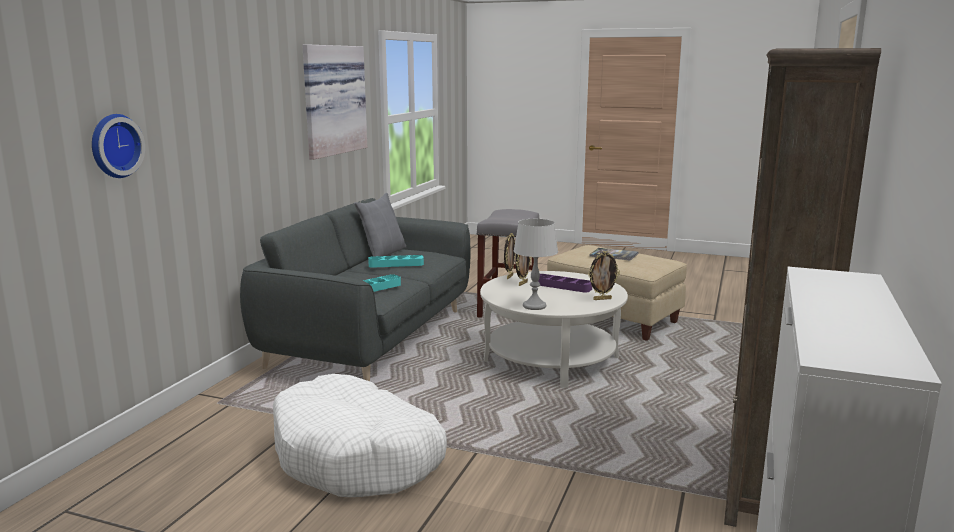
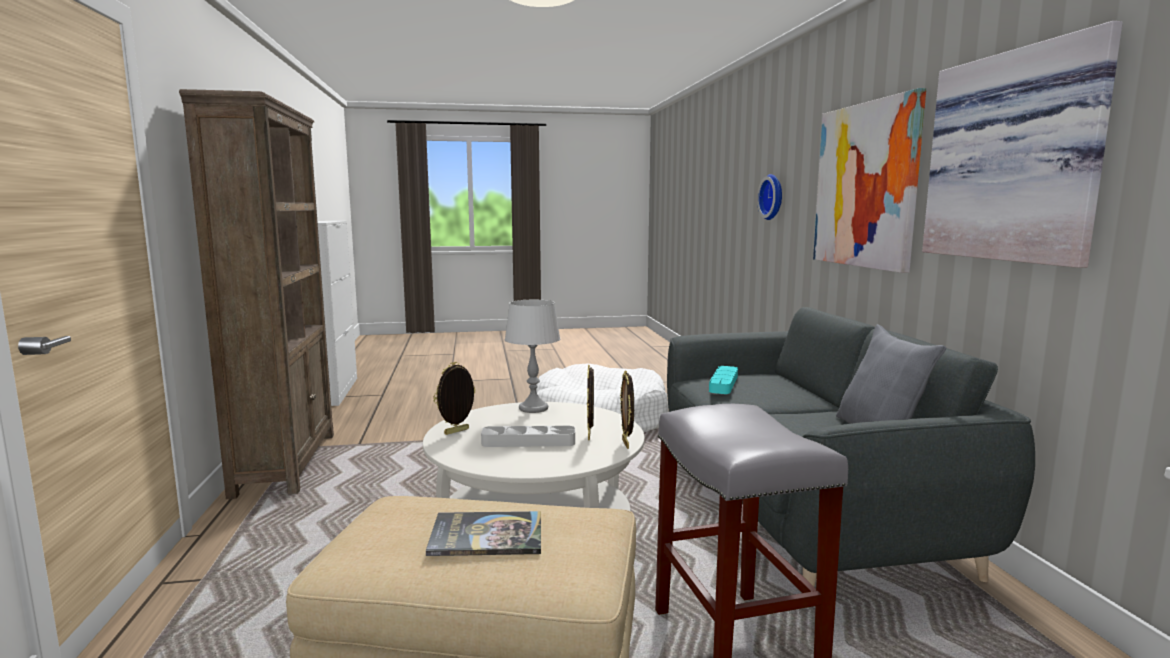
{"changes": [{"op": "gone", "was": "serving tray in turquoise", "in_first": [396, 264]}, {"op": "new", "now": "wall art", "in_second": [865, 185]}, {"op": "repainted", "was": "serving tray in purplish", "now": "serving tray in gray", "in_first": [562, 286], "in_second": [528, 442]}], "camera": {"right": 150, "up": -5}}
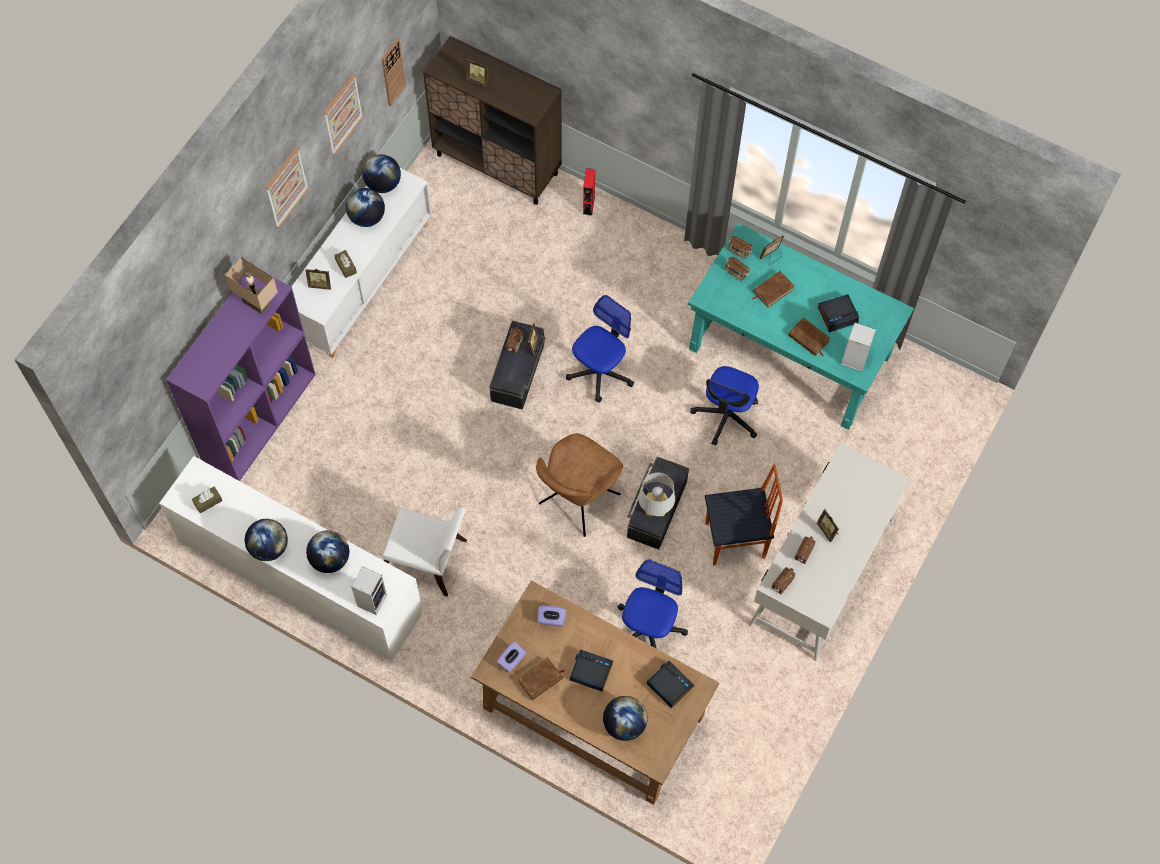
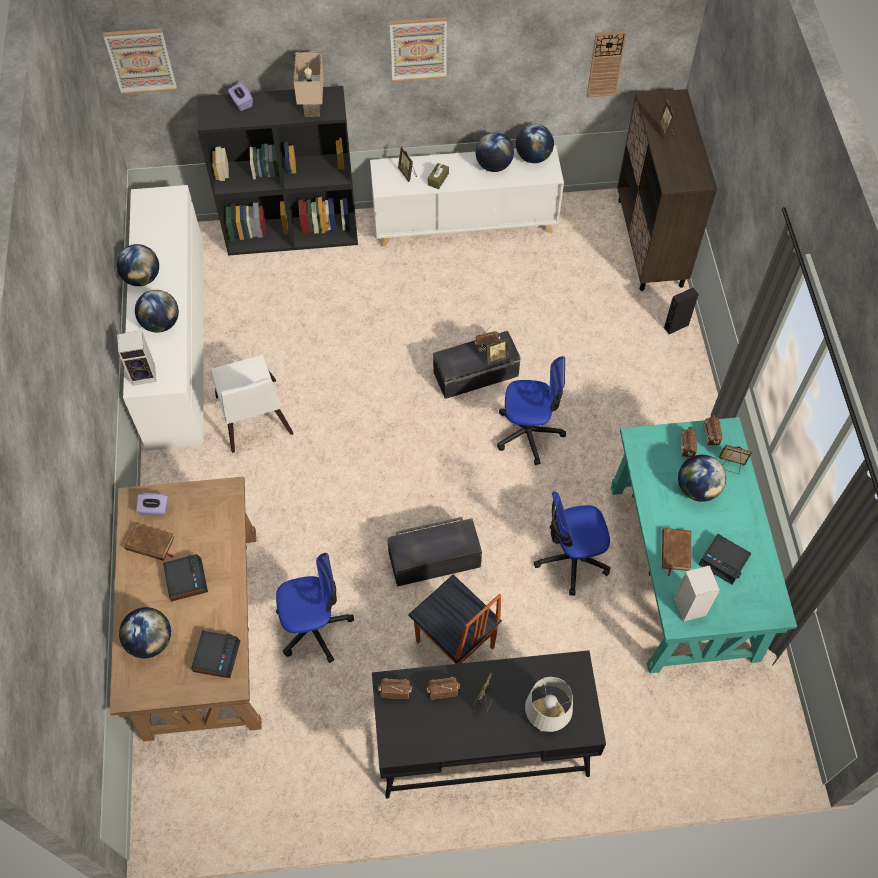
{"changes": [{"op": "gone", "was": "box of tissues in brown", "in_first": [208, 502]}, {"op": "gone", "was": "chair in brown", "in_first": [577, 501]}, {"op": "shifted", "was": "wall art", "in_first": [342, 113], "in_second": [141, 60]}, {"op": "shifted", "was": "box of tissues in purplish", "in_first": [551, 619], "in_second": [241, 103]}, {"op": "shifted", "was": "lamp for a table in gray", "in_first": [655, 508], "in_second": [546, 718]}, {"op": "swapped", "was": "volume in brown", "now": "globe", "in_first": [773, 290], "in_second": [697, 489]}, {"op": "repainted", "was": "bookcase in purplish", "now": "bookcase in blackish", "in_first": [259, 416], "in_second": [293, 233]}, {"op": "repainted", "was": "speaker in red", "now": "speaker in blackish", "in_first": [588, 205], "in_second": [676, 326]}, {"op": "repainted", "was": "desk unit in white", "now": "desk unit in blackish", "in_first": [821, 571], "in_second": [482, 742]}], "camera": {"right": 55, "up": -5}}
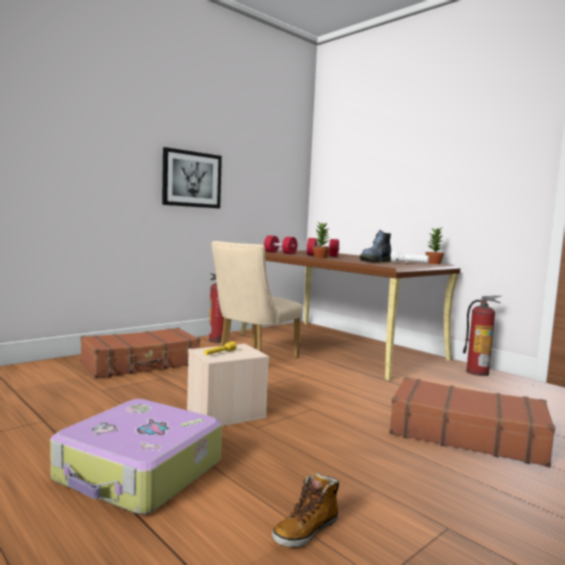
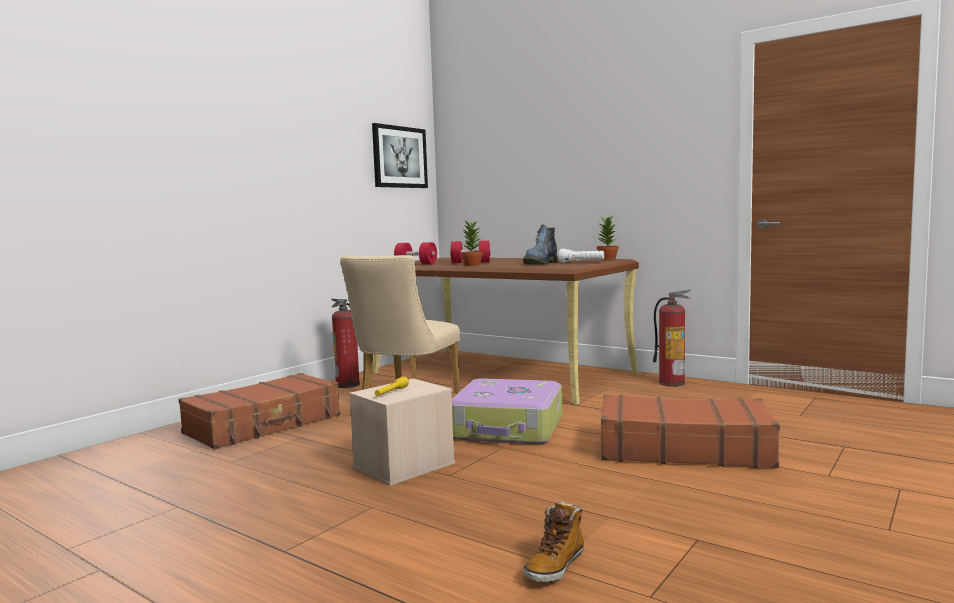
{"changes": [{"op": "shifted", "was": "piece of luggage", "in_first": [139, 472], "in_second": [508, 428]}, {"op": "shifted", "was": "wall art", "in_first": [192, 179], "in_second": [399, 157]}], "camera": {"right": -10, "up": 0}}
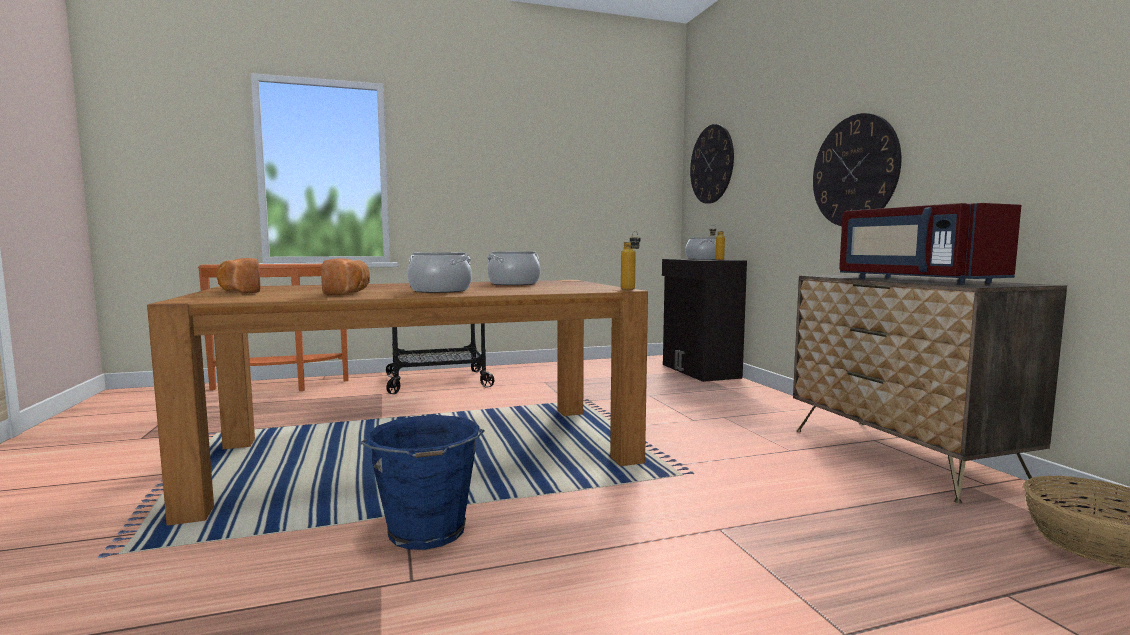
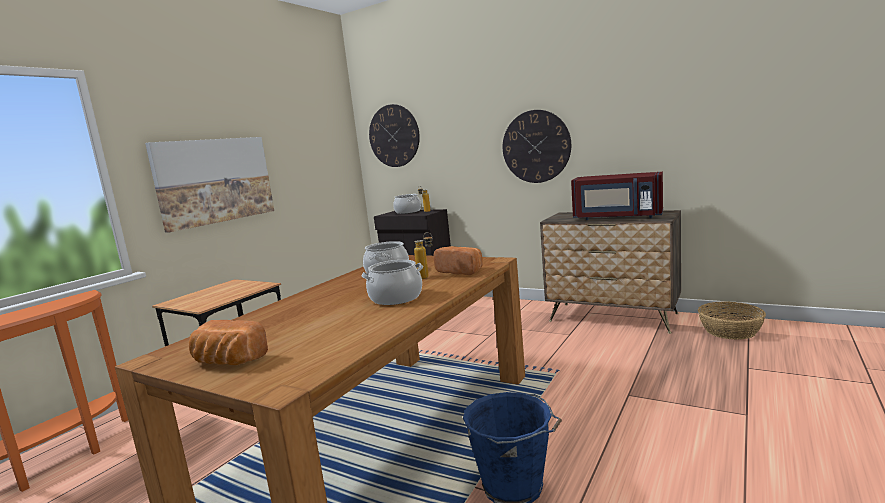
{"changes": [{"op": "new", "now": "wall art", "in_second": [215, 181]}, {"op": "shifted", "was": "baked bread", "in_first": [349, 293], "in_second": [461, 271]}, {"op": "shifted", "was": "beverage bottle", "in_first": [630, 289], "in_second": [427, 278]}], "camera": {"right": -40, "up": 5}}
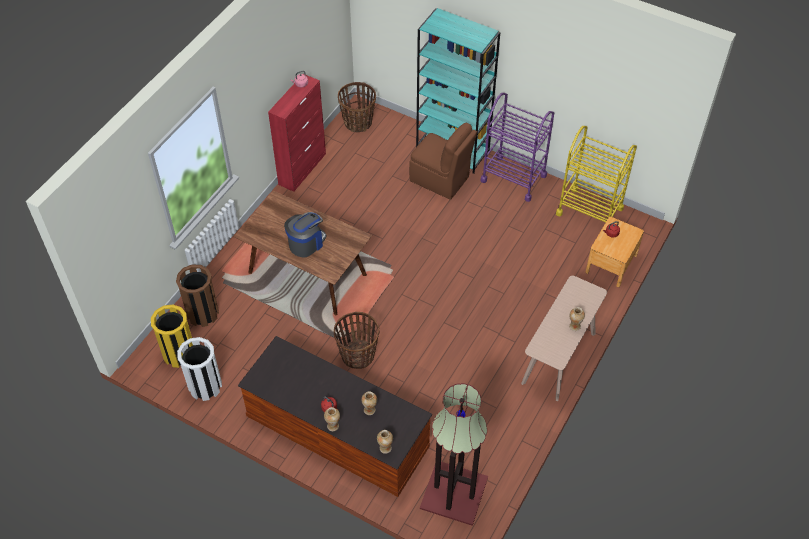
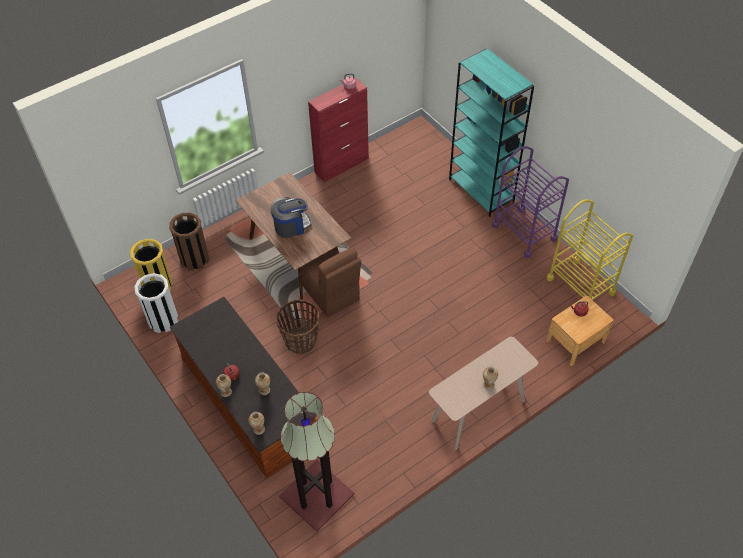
{"changes": [{"op": "gone", "was": "basket", "in_first": [358, 122]}, {"op": "shifted", "was": "chair in brown", "in_first": [440, 179], "in_second": [331, 293]}], "camera": {"right": 25, "up": 0}}
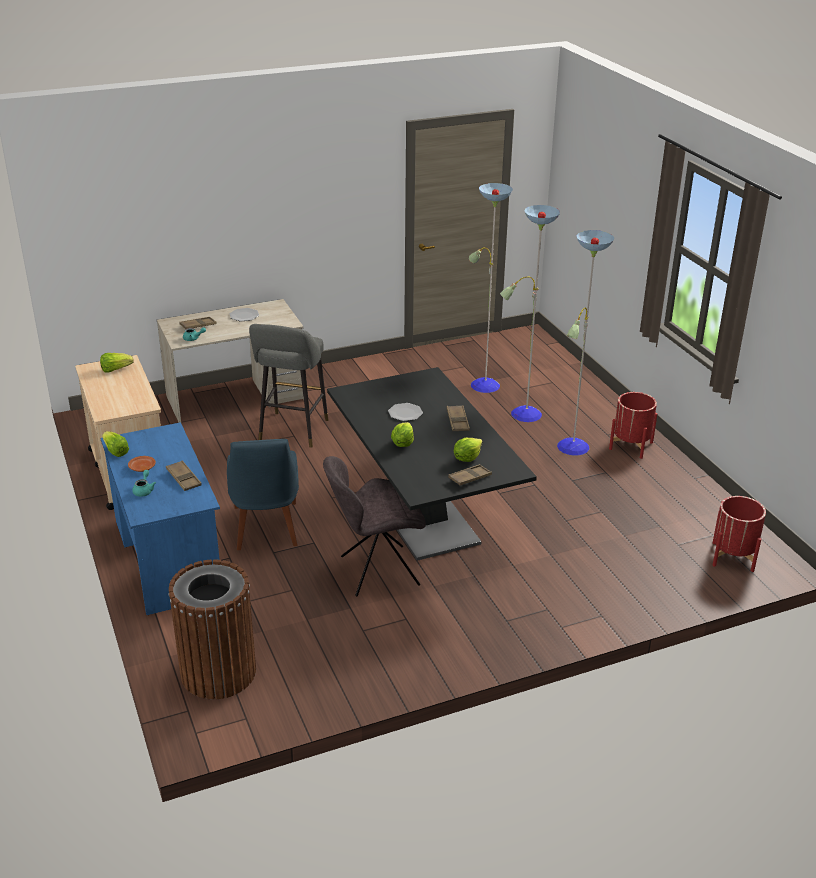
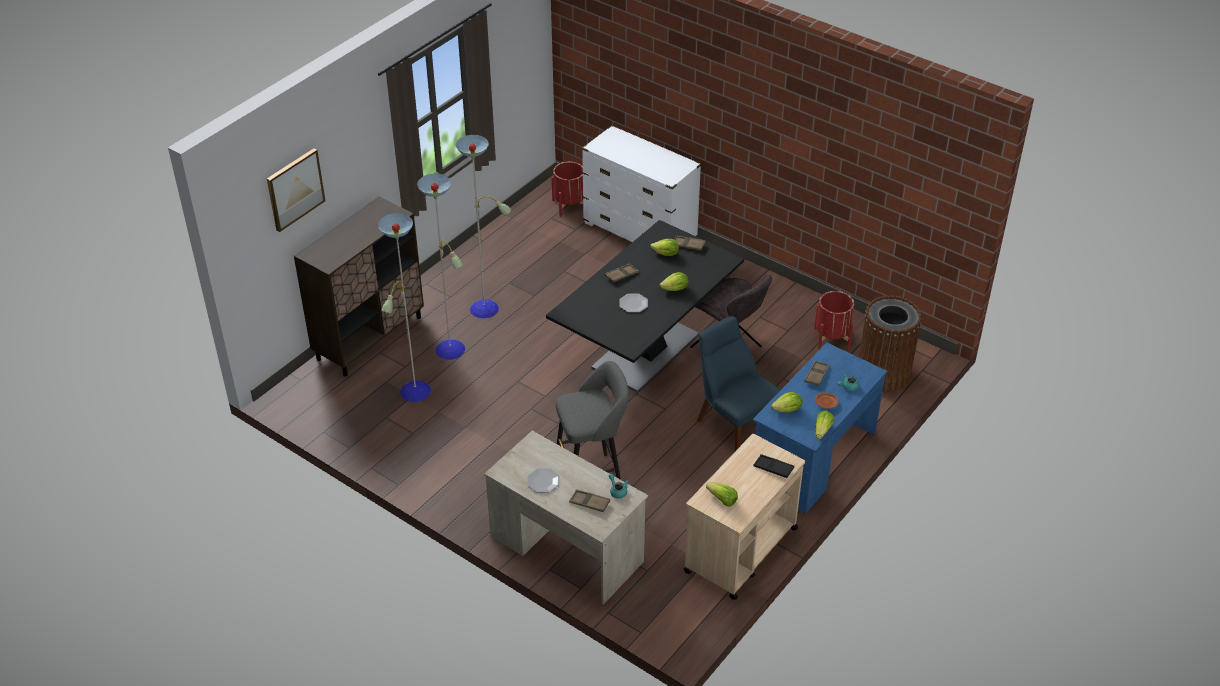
{"changes": [{"op": "new", "now": "wall art", "in_second": [295, 189]}, {"op": "new", "now": "cupboard in brown", "in_second": [370, 338]}, {"op": "new", "now": "chest of drawers in white", "in_second": [640, 232]}, {"op": "new", "now": "serving tray in blackish", "in_second": [773, 468]}, {"op": "new", "now": "lettuce head", "in_second": [787, 410]}, {"op": "shifted", "was": "plant pot in red", "in_first": [631, 446], "in_second": [831, 338]}, {"op": "rotated", "was": "chair in blue", "in_first": [266, 528], "in_second": [734, 425], "clockwise": -90}], "camera": {"right": -120, "up": 10}}
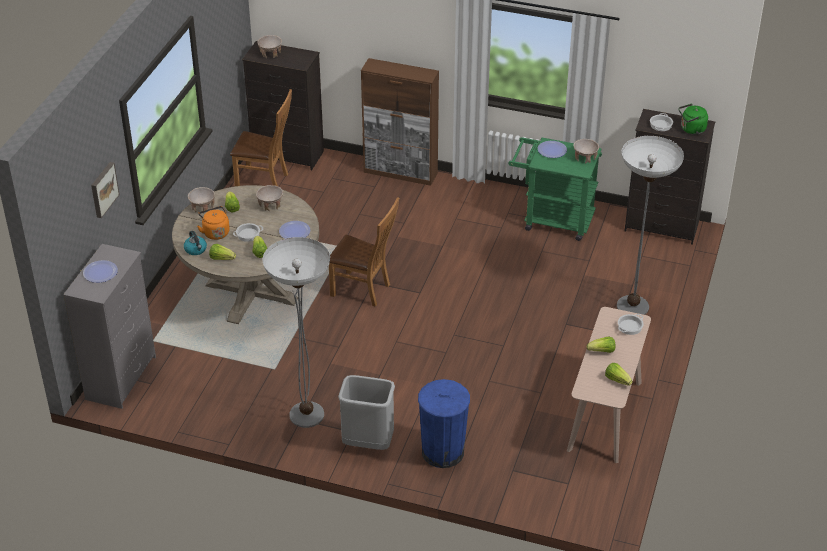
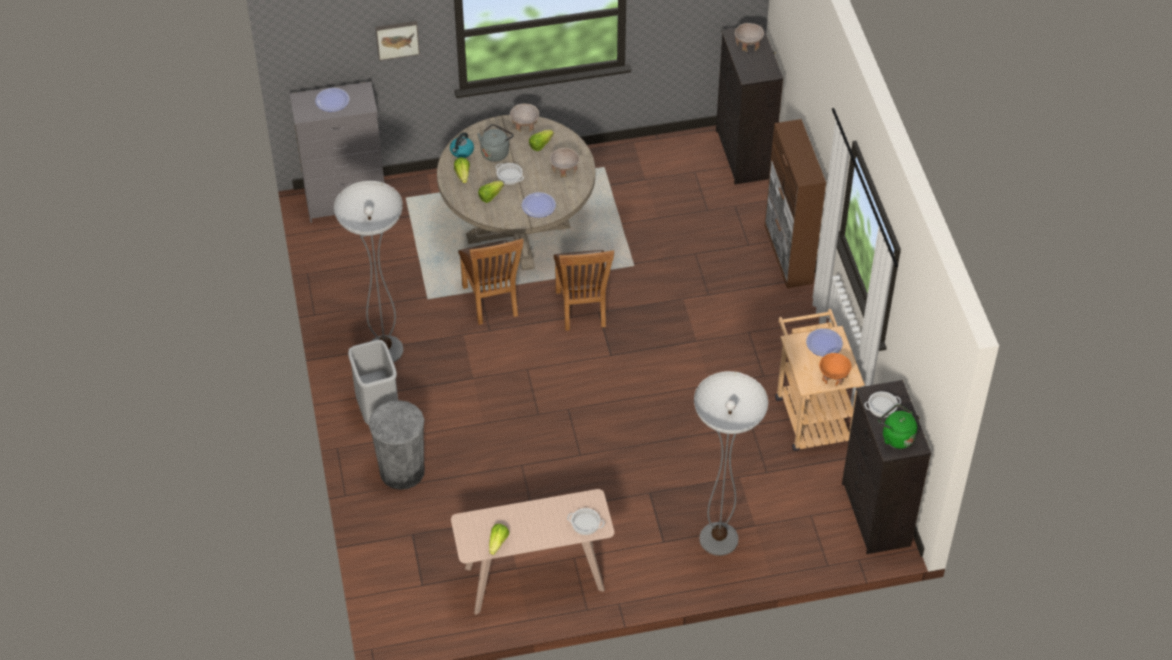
{"changes": [{"op": "gone", "was": "lettuce head", "in_first": [602, 351]}, {"op": "shifted", "was": "chair in brown", "in_first": [265, 181], "in_second": [492, 303]}, {"op": "repainted", "was": "water kettle in orange-coloured", "now": "water kettle in gray", "in_first": [215, 232], "in_second": [496, 152]}, {"op": "repainted", "was": "waste bin in blue", "now": "waste bin in gray", "in_first": [442, 452], "in_second": [402, 471]}, {"op": "repainted", "was": "wheeled cart in green", "now": "wheeled cart in sand-coloured", "in_first": [552, 219], "in_second": [811, 412]}, {"op": "repainted", "was": "deep dish in sand-coloured", "now": "deep dish in orange-coloured", "in_first": [585, 158], "in_second": [833, 376]}], "camera": {"right": 60, "up": 10}}
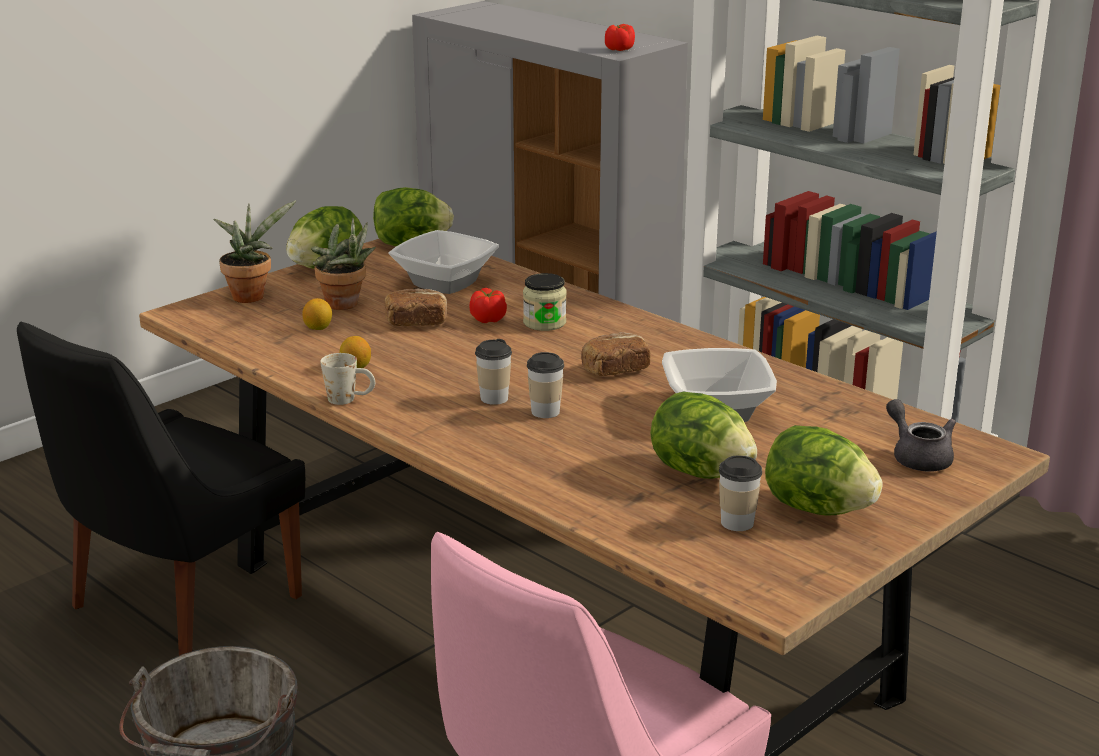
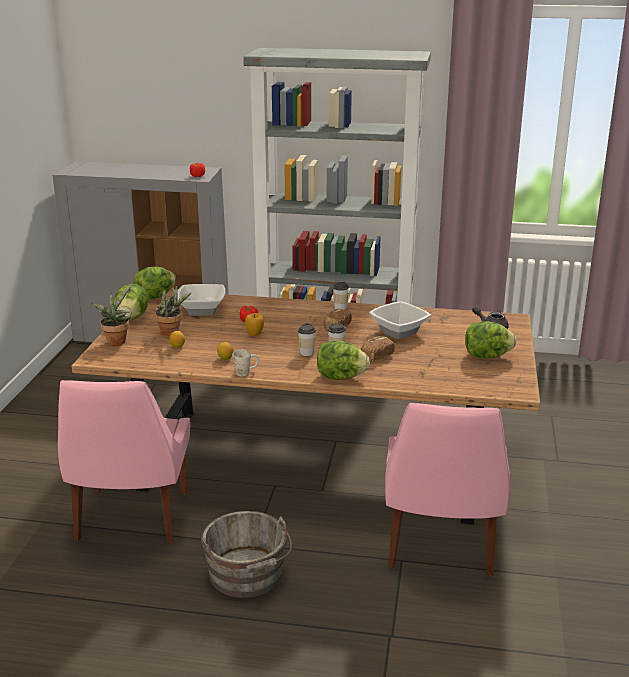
{"changes": [{"op": "gone", "was": "preserve jar", "in_first": [544, 322]}, {"op": "new", "now": "apple", "in_second": [254, 334]}, {"op": "shifted", "was": "baked bread", "in_first": [416, 323], "in_second": [376, 356]}, {"op": "shifted", "was": "lettuce head", "in_first": [700, 472], "in_second": [340, 377]}, {"op": "shifted", "was": "cup", "in_first": [737, 523], "in_second": [340, 308]}, {"op": "repainted", "was": "chair in blackish", "now": "chair in pink", "in_first": [179, 606], "in_second": [131, 518]}], "camera": {"right": -35, "up": 0}}
